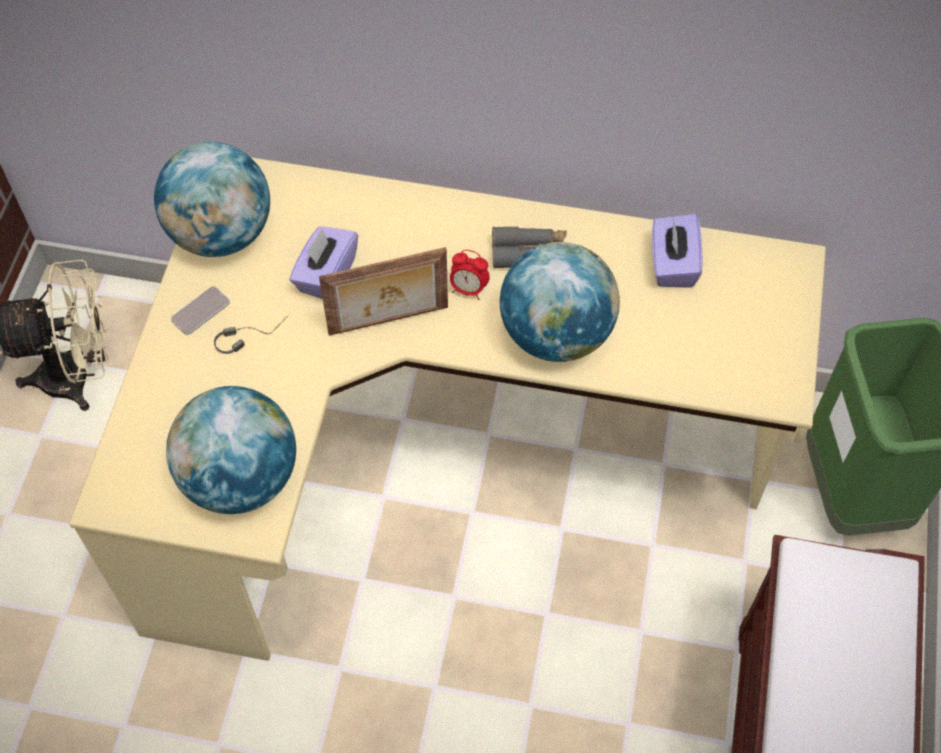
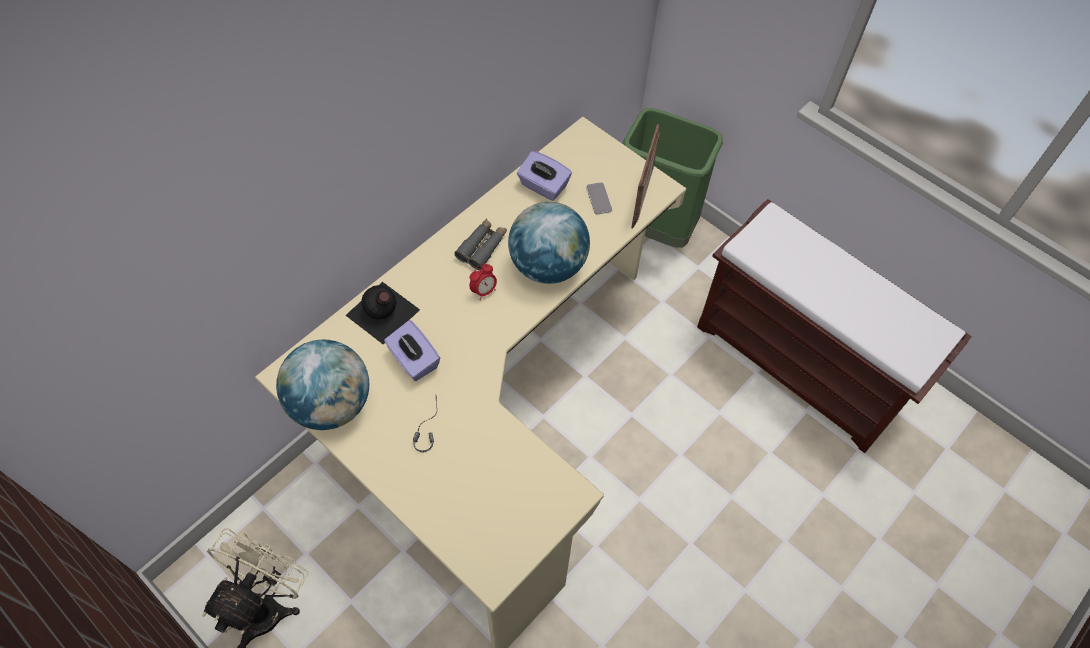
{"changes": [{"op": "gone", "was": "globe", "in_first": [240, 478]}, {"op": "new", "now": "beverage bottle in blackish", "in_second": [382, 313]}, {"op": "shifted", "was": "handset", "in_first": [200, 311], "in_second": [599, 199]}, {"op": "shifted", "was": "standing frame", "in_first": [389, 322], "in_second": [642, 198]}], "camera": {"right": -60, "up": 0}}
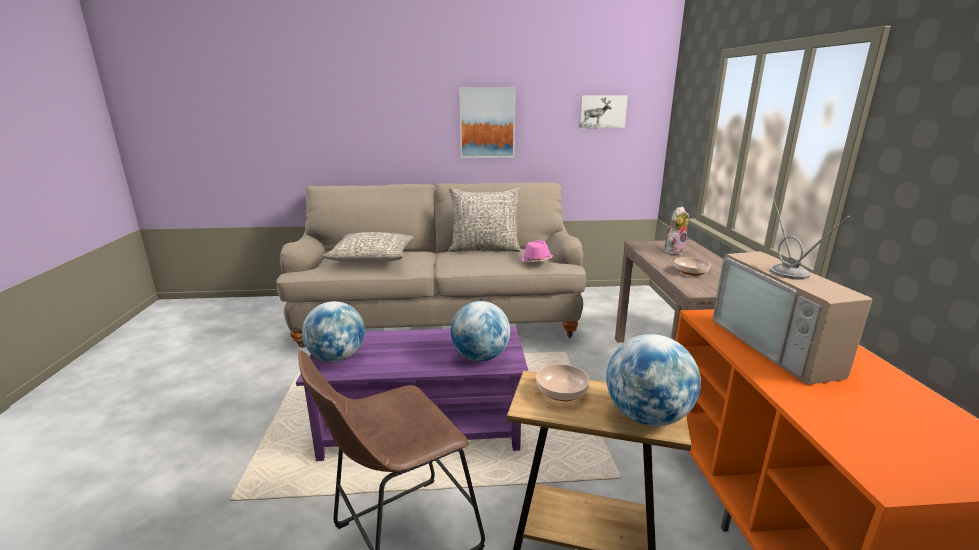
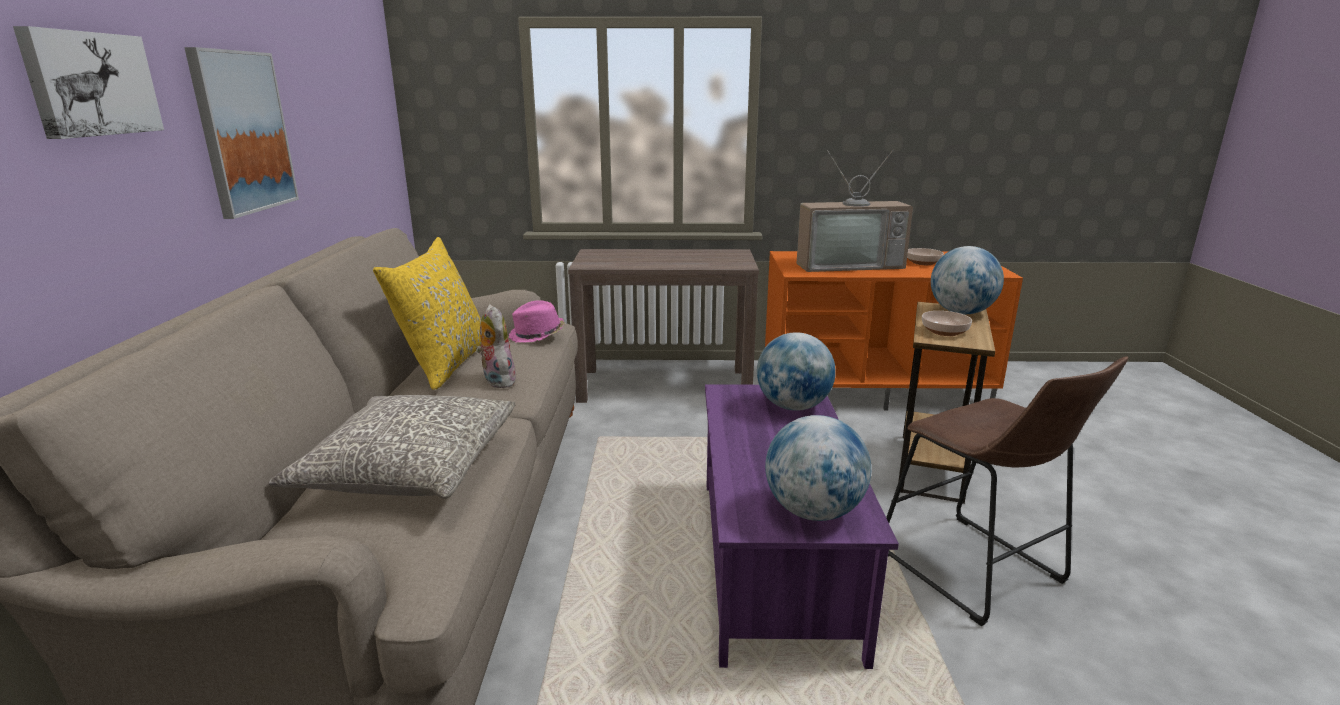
{"changes": [{"op": "shifted", "was": "wall art", "in_first": [602, 111], "in_second": [90, 84]}, {"op": "shifted", "was": "cuddly toy", "in_first": [673, 251], "in_second": [496, 381]}, {"op": "shifted", "was": "deep dish", "in_first": [691, 272], "in_second": [922, 262]}, {"op": "repainted", "was": "cushion in gray", "now": "cushion in yellow-coloured", "in_first": [484, 249], "in_second": [445, 363]}], "camera": {"right": -85, "up": 0}}
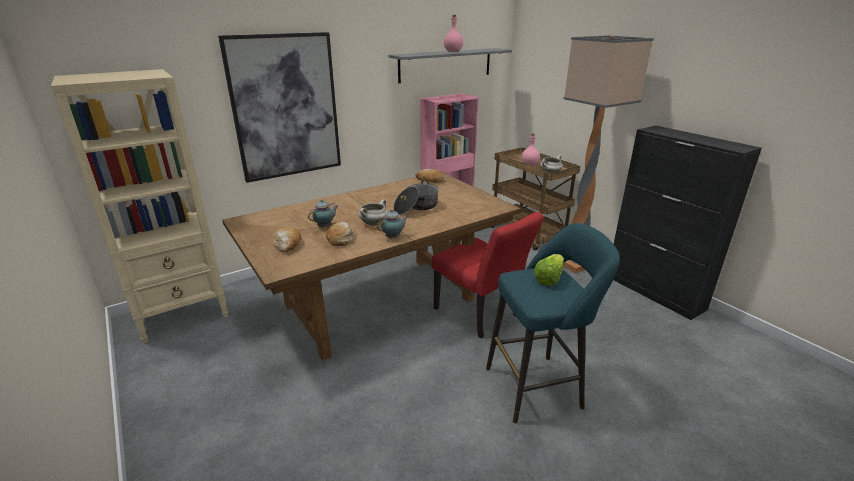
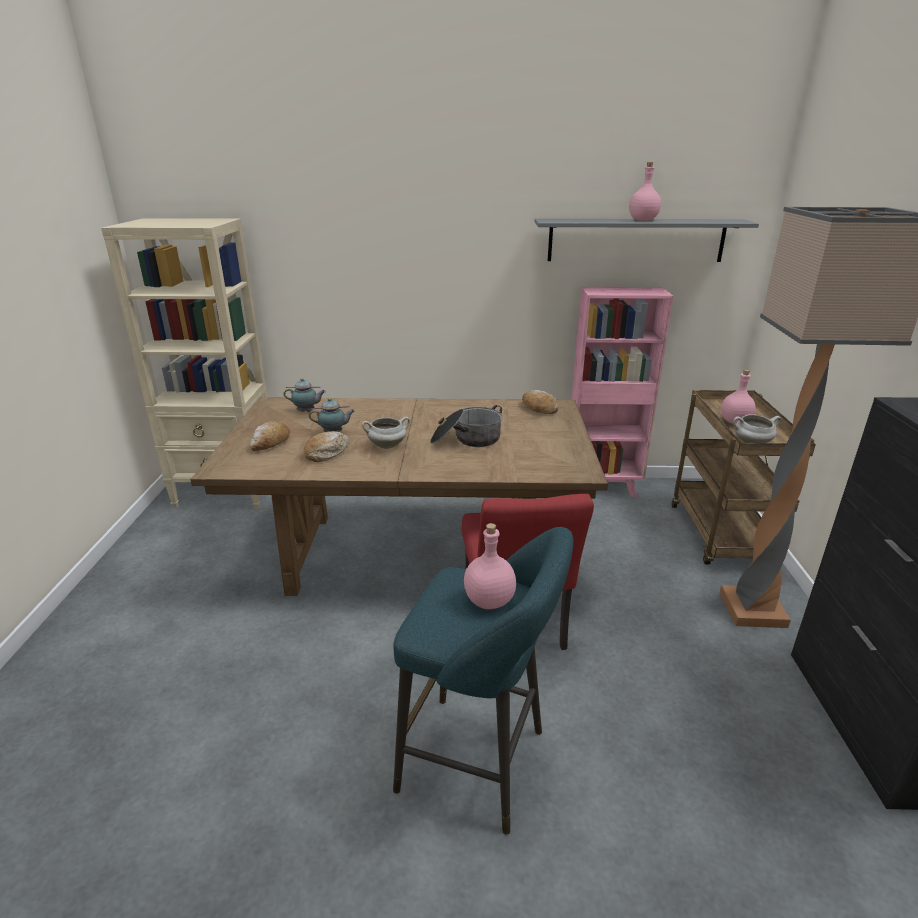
{"changes": [{"op": "gone", "was": "wall art", "in_first": [285, 107]}, {"op": "shifted", "was": "pot for tea", "in_first": [394, 237], "in_second": [307, 411]}, {"op": "swapped", "was": "lettuce head", "now": "beverage bottle in pink", "in_first": [549, 278], "in_second": [488, 601]}], "camera": {"right": 35, "up": 0}}
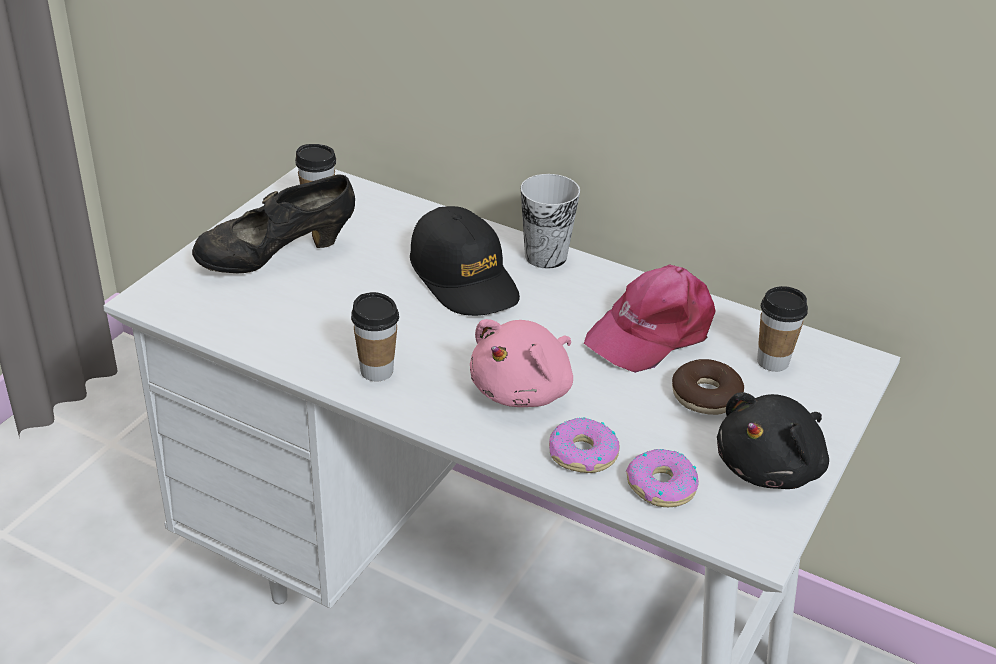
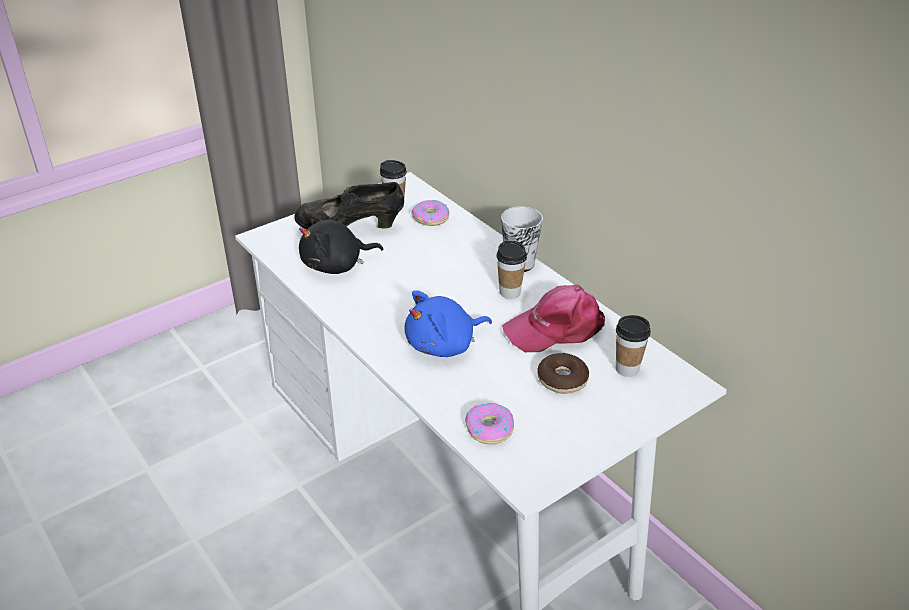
{"changes": [{"op": "gone", "was": "baseball cap in blackish", "in_first": [464, 278]}, {"op": "shifted", "was": "cup", "in_first": [376, 371], "in_second": [510, 292]}, {"op": "shifted", "was": "donut", "in_first": [582, 454], "in_second": [430, 218]}, {"op": "shifted", "was": "cuddly toy in blackish", "in_first": [771, 468], "in_second": [336, 265]}, {"op": "repainted", "was": "cuddly toy in pink", "now": "cuddly toy in blue", "in_first": [524, 390], "in_second": [444, 345]}], "camera": {"right": 25, "up": 0}}
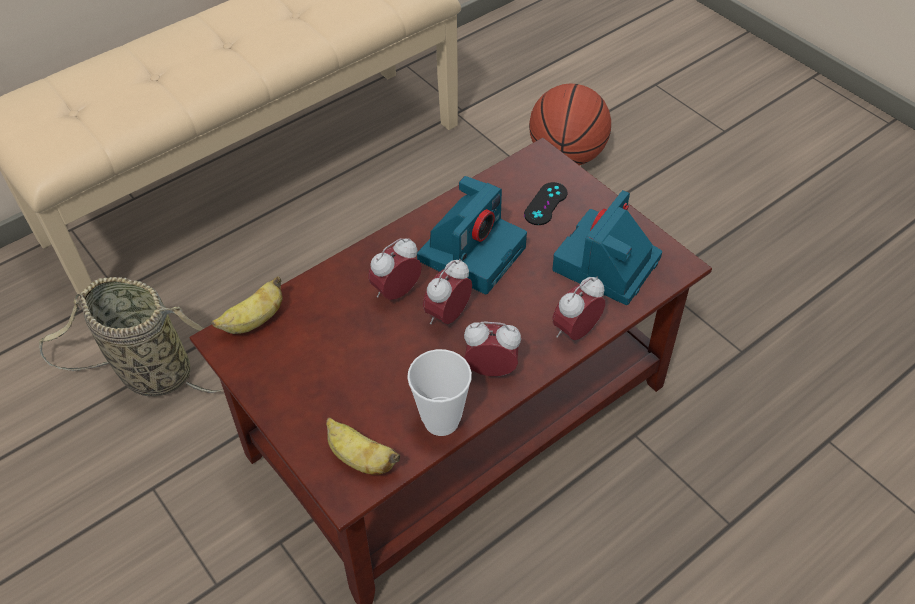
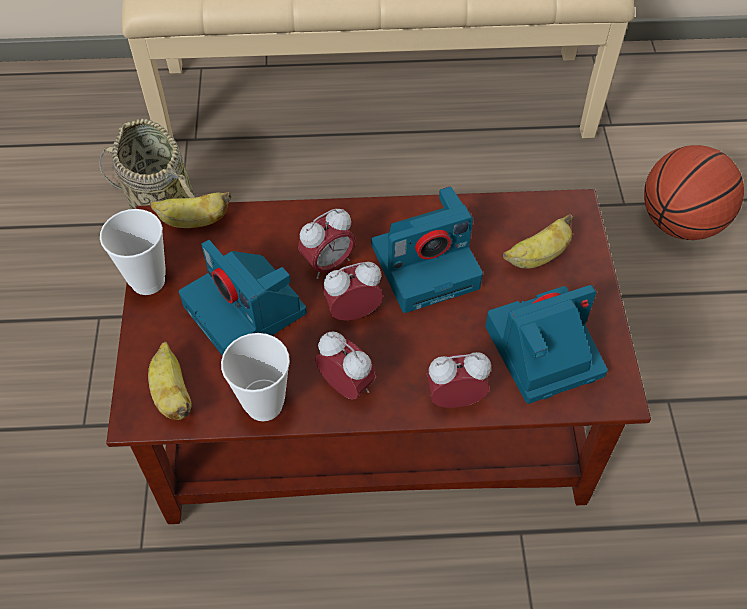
{"changes": [{"op": "new", "now": "cup", "in_second": [148, 281]}, {"op": "new", "now": "still camera", "in_second": [247, 311]}, {"op": "swapped", "was": "joypad in blackish", "now": "banana", "in_first": [545, 204], "in_second": [537, 257]}, {"op": "rotated", "was": "bedside clock", "in_first": [396, 292], "in_second": [328, 264], "clockwise": 150}], "camera": {"right": 35, "up": 5}}
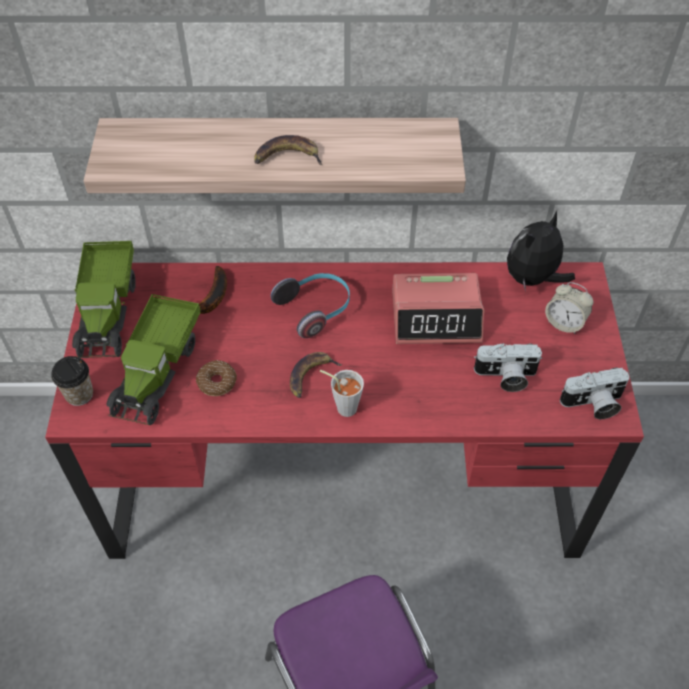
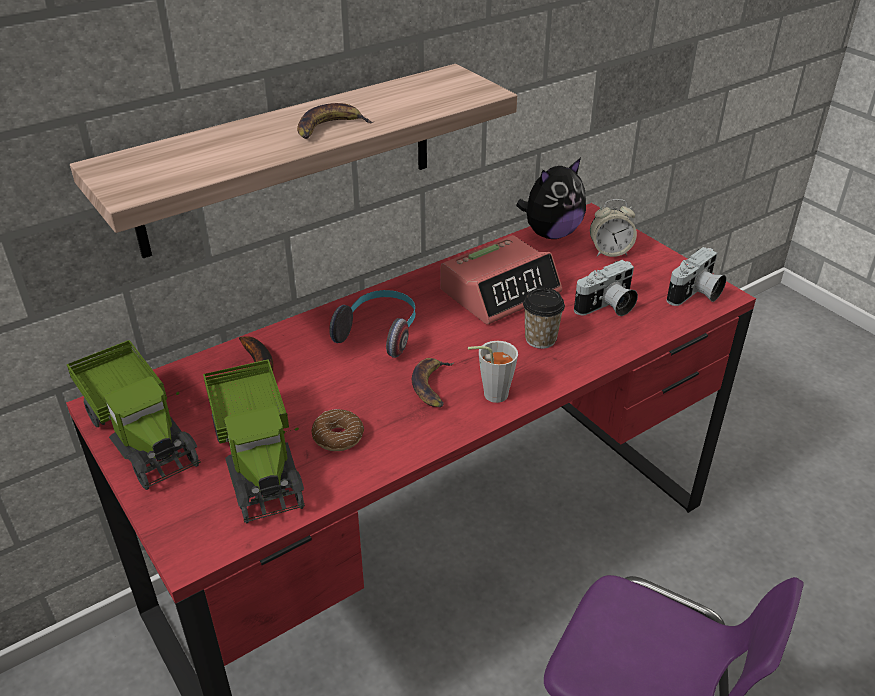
{"changes": [{"op": "shifted", "was": "cup", "in_first": [79, 394], "in_second": [540, 339]}, {"op": "rotated", "was": "cuddly toy", "in_first": [532, 279], "in_second": [551, 233], "clockwise": -135}], "camera": {"right": -35, "up": -15}}
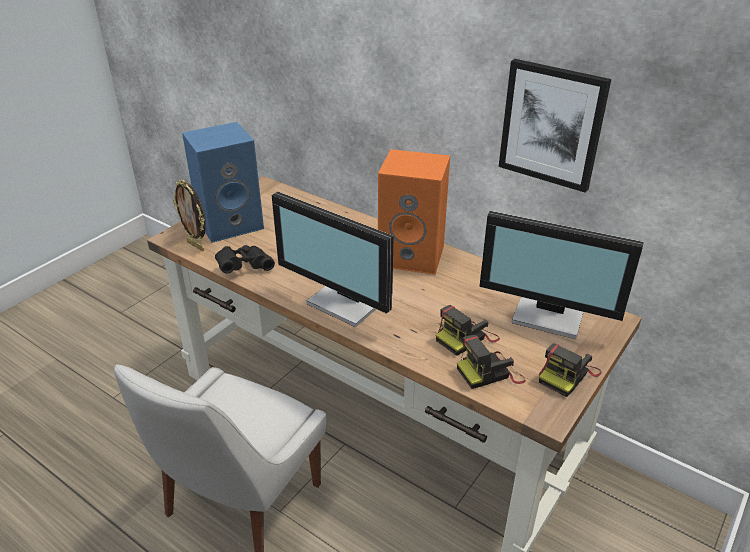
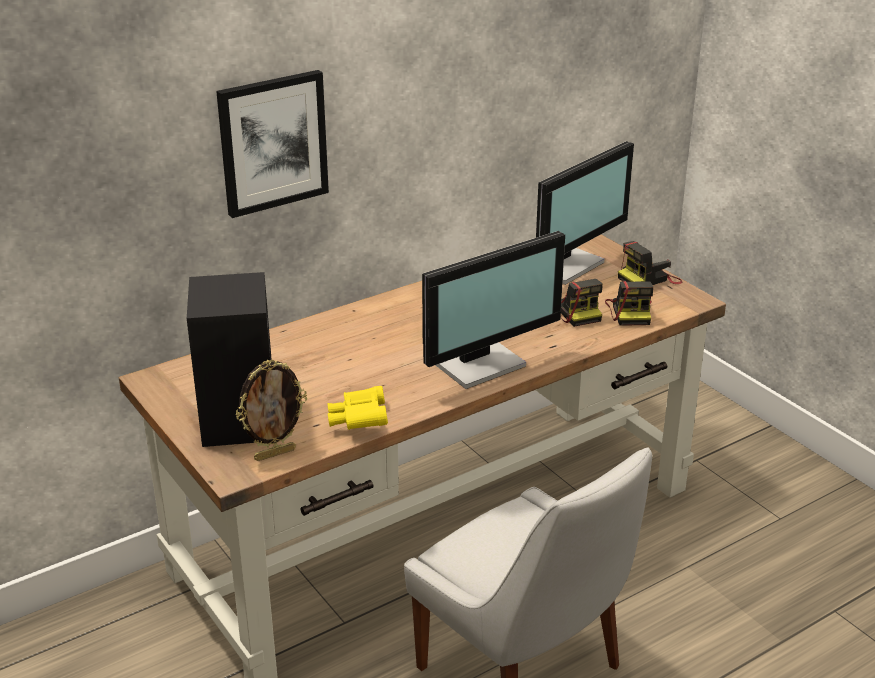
{"changes": [{"op": "gone", "was": "speaker in orange-coloured", "in_first": [413, 255]}, {"op": "shifted", "was": "wall art", "in_first": [552, 125], "in_second": [272, 142]}, {"op": "repainted", "was": "speaker in blue", "now": "speaker in blackish", "in_first": [231, 223], "in_second": [237, 419]}, {"op": "repainted", "was": "binoculars in blackish", "now": "binoculars in yellow-coloured", "in_first": [244, 267], "in_second": [359, 422]}, {"op": "rotated", "was": "still camera", "in_first": [567, 375], "in_second": [649, 279], "clockwise": 90}], "camera": {"right": -70, "up": -5}}
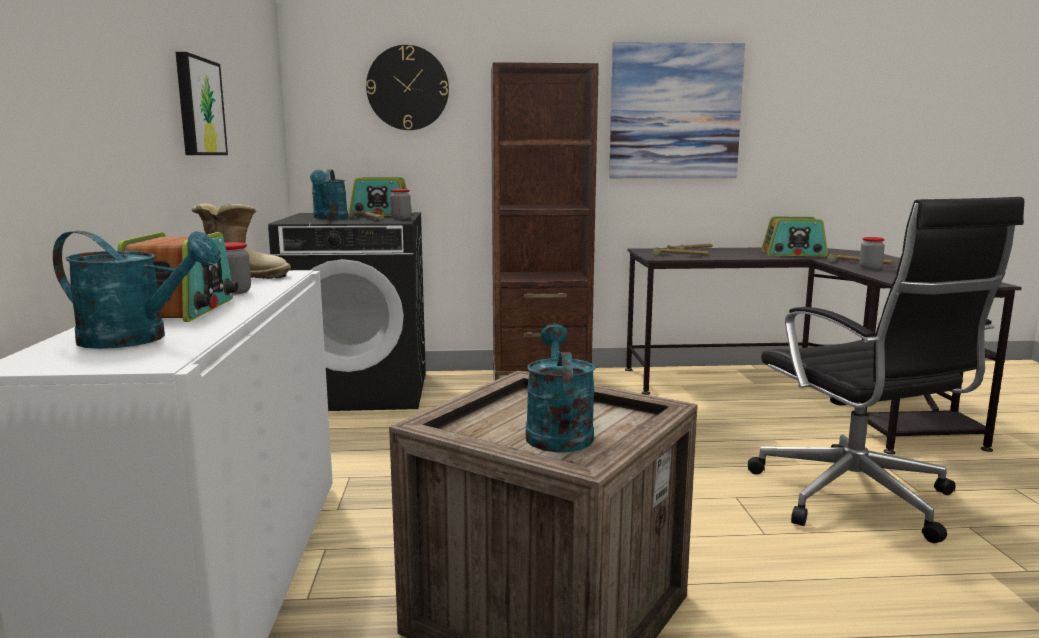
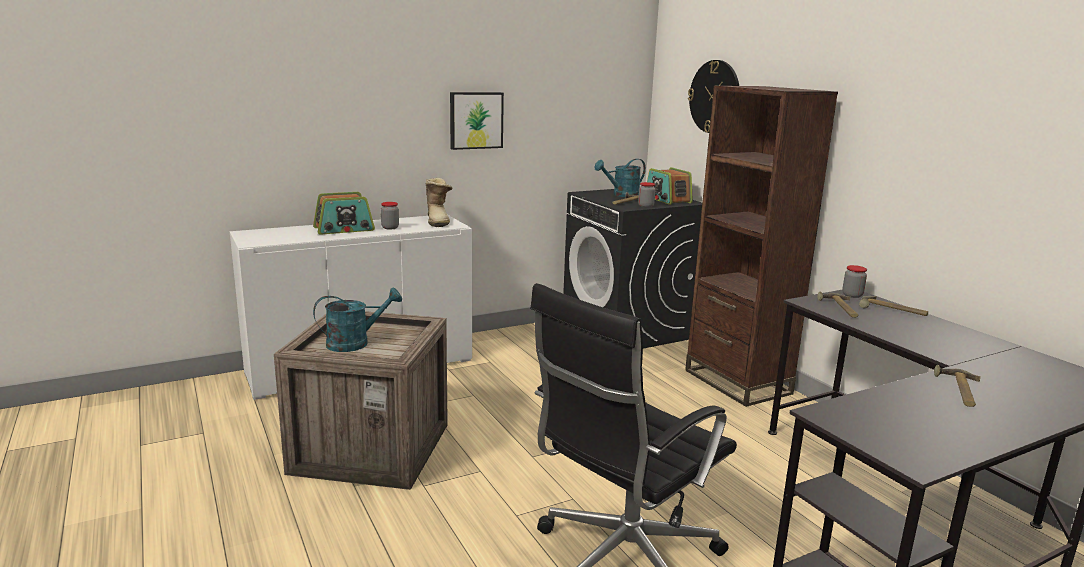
{"changes": [{"op": "gone", "was": "watering can in turquoise", "in_first": [137, 339]}, {"op": "gone", "was": "wall art", "in_first": [675, 111]}, {"op": "gone", "was": "radio set", "in_first": [793, 254]}, {"op": "shifted", "was": "preserve jar", "in_first": [870, 268], "in_second": [852, 295]}], "camera": {"right": 65, "up": 5}}
